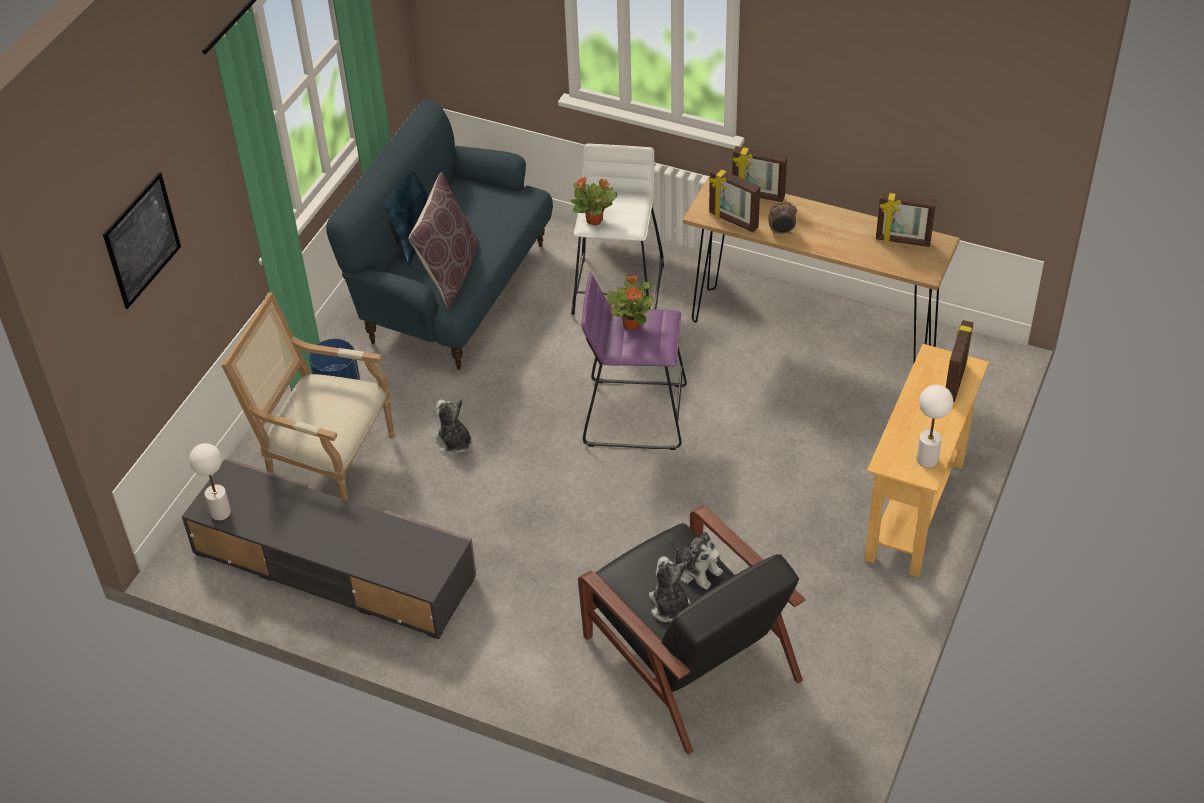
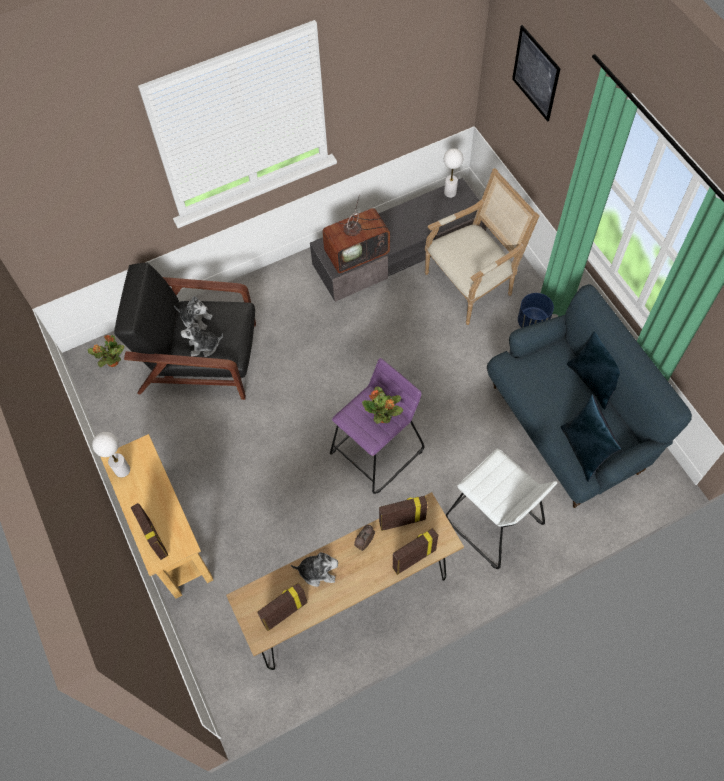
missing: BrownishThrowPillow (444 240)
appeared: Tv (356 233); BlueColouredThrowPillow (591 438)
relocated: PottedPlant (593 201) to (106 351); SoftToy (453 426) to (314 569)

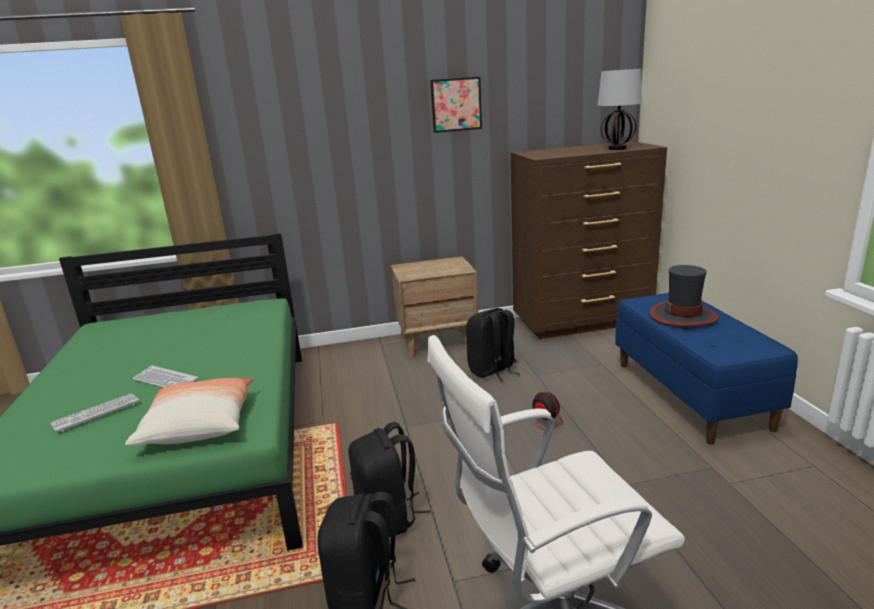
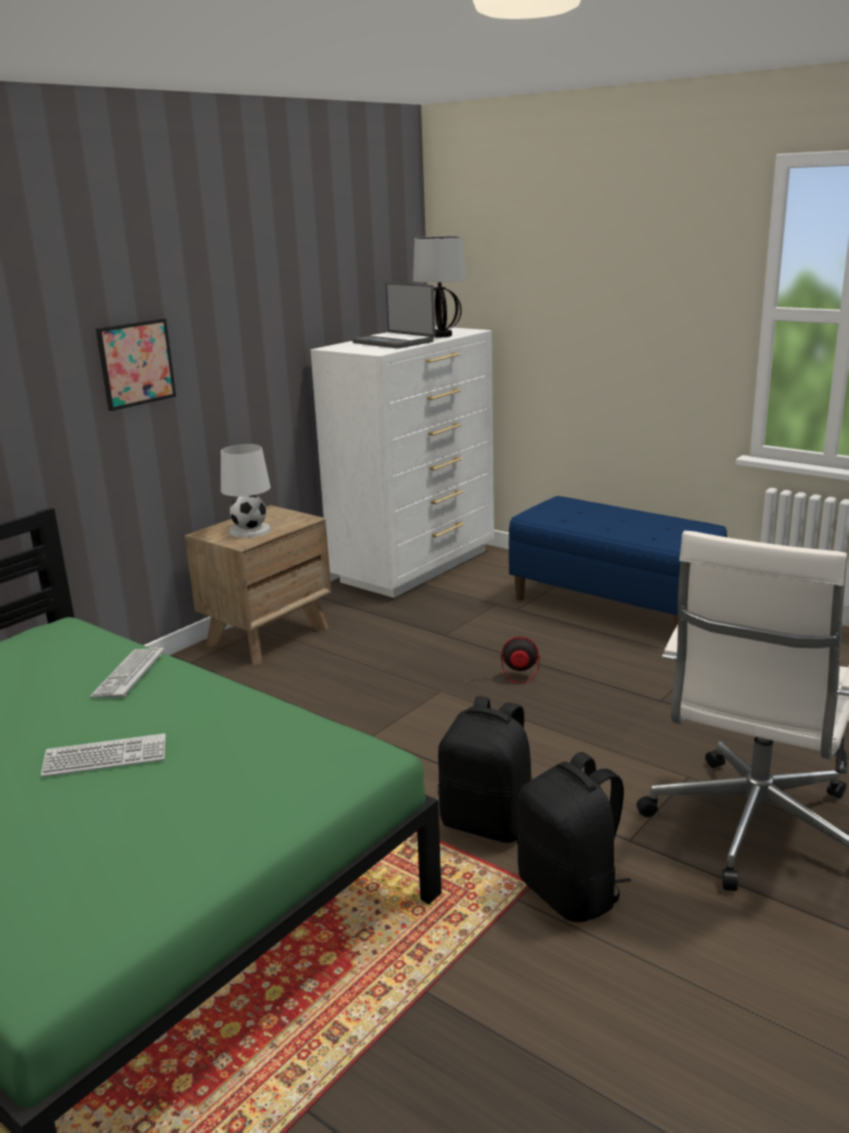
missing: ClothingHat (684 296); BlackColouredRucksack (492 345); ThrowPillow (189 411)
appeared: Laptop (394 315); WhitishTabletopLamp (246 491)
relocated: Picture (456 105) to (136 364); ComputerKeyboard (94 413) to (126 673)
colour: BrownishChestOfDrawers (589 240) to WhitishChestOfDrawers (402 462)

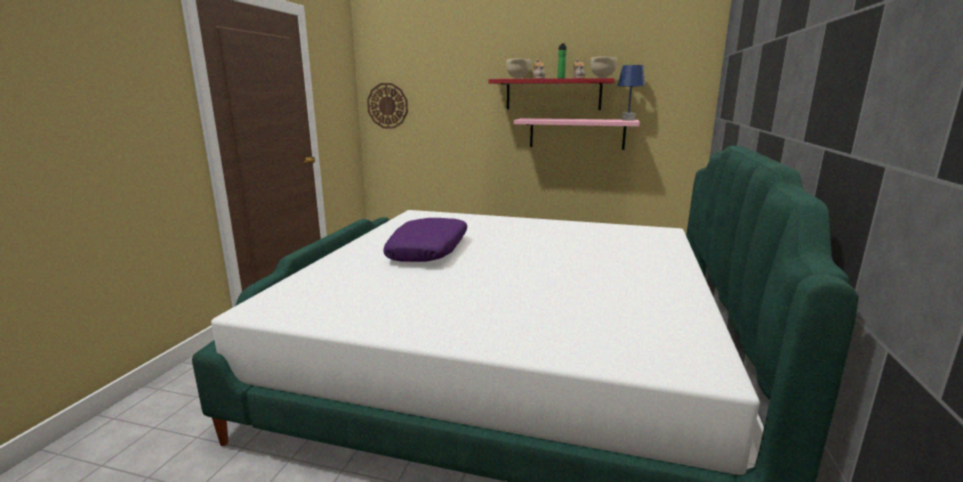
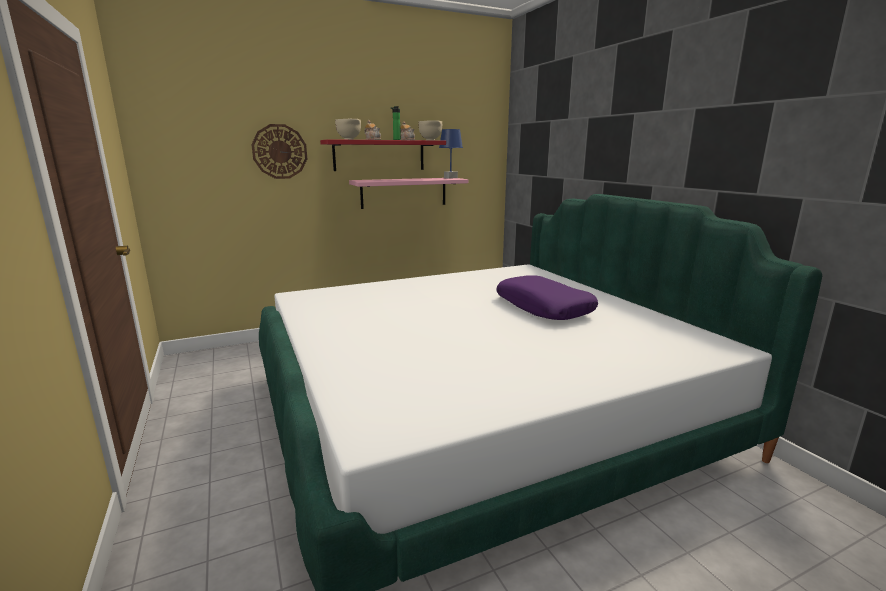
relocated: HangingClock (387 106) to (279 151); PurpleThrowPillow (425 240) to (547 297)

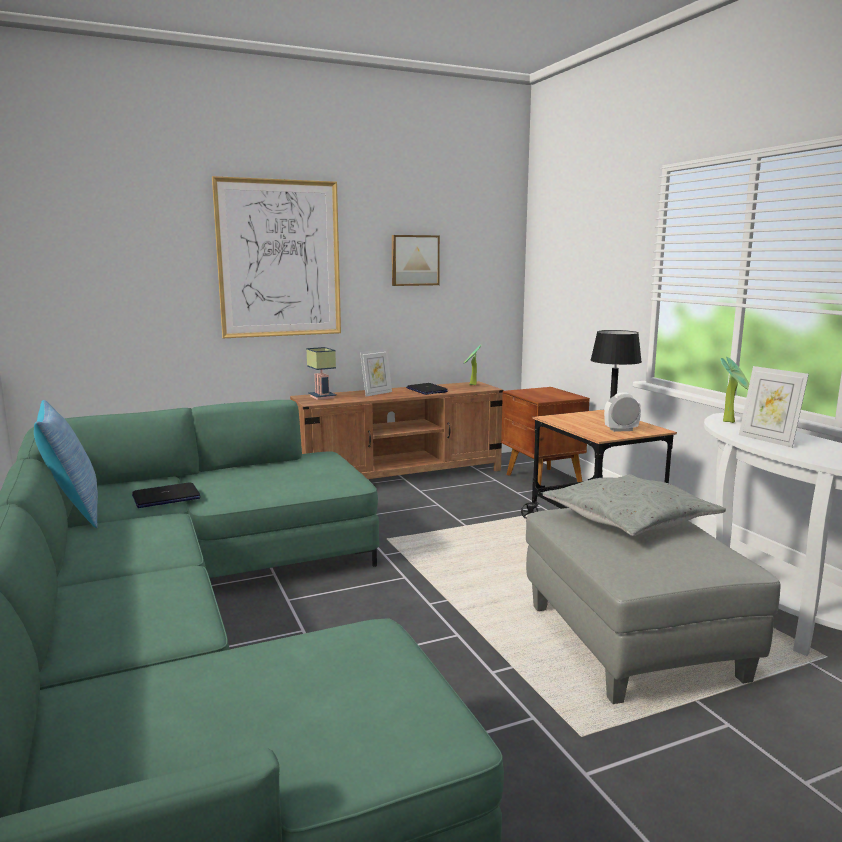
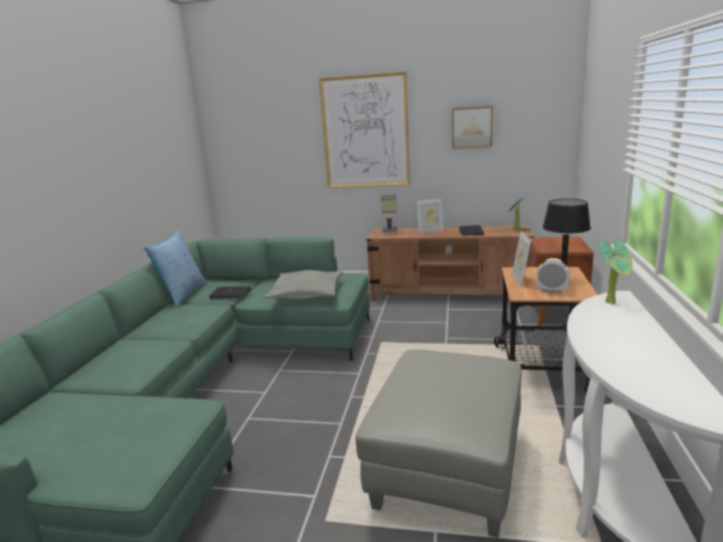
relocated: PictureFrame (774 407) to (521 259); GreyThrowPillow (634 505) to (303 284)

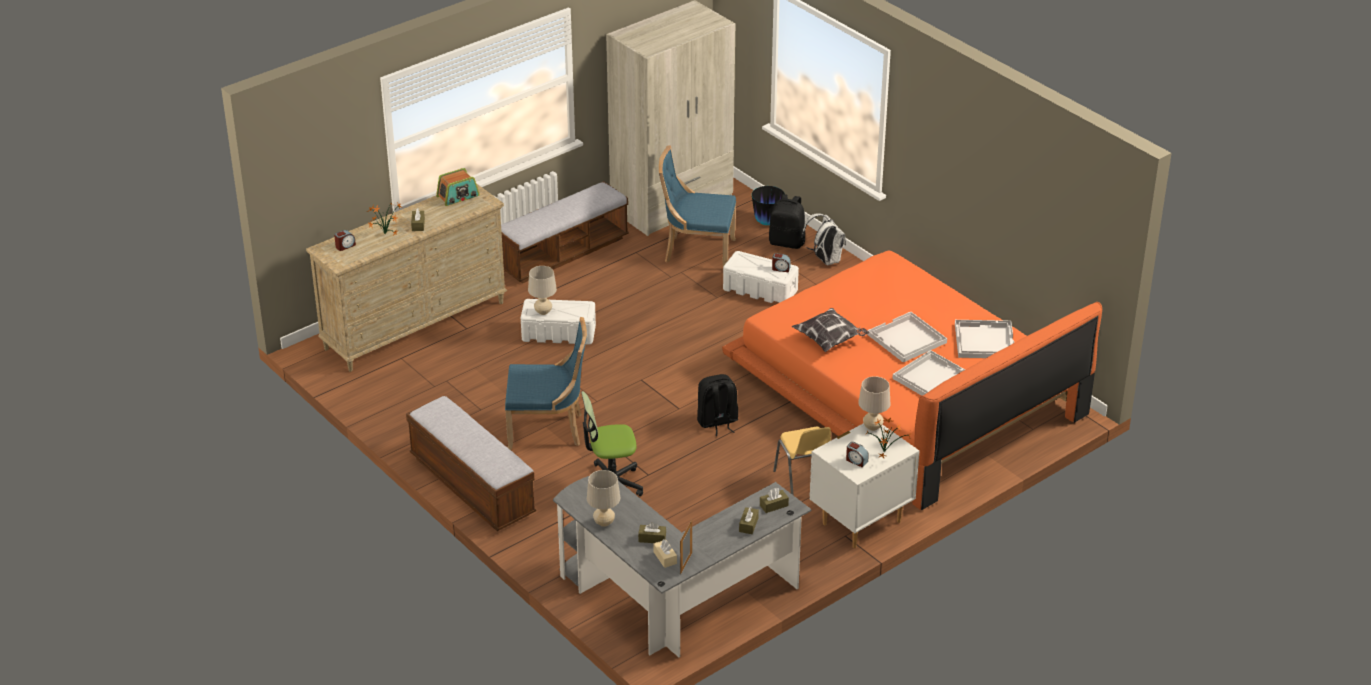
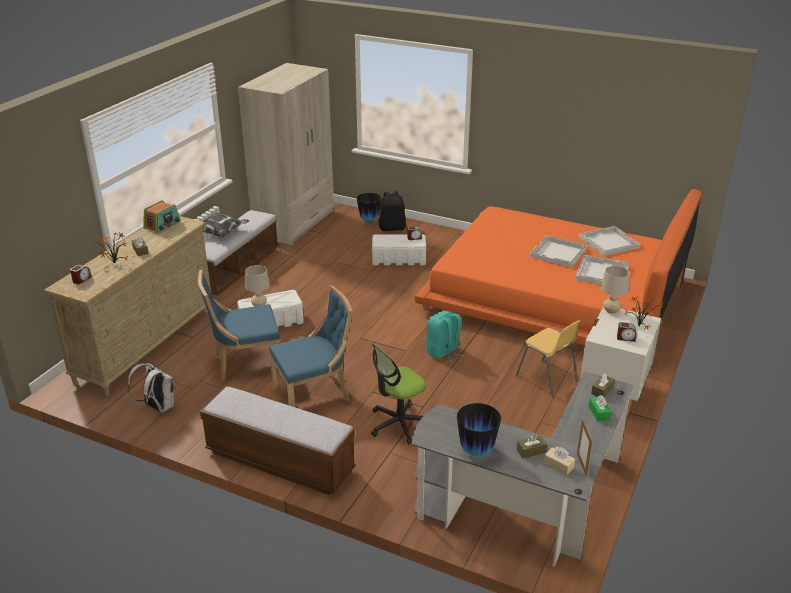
relocated: BlueColouredUprightChair (697 206) to (240 326); WhitishRucksack (824 239) to (152 388); ThrowPillow (830 330) to (226 225)
exchanged: SandColouredTabletopLamp (603 498) to DecorativeVase (479 429)
colour: BlackColouredRucksack (717 405) to TurquoiseRucksack (444 337); BrownishTissueBox (749 520) to GreenColouredTissueBox (599 408)

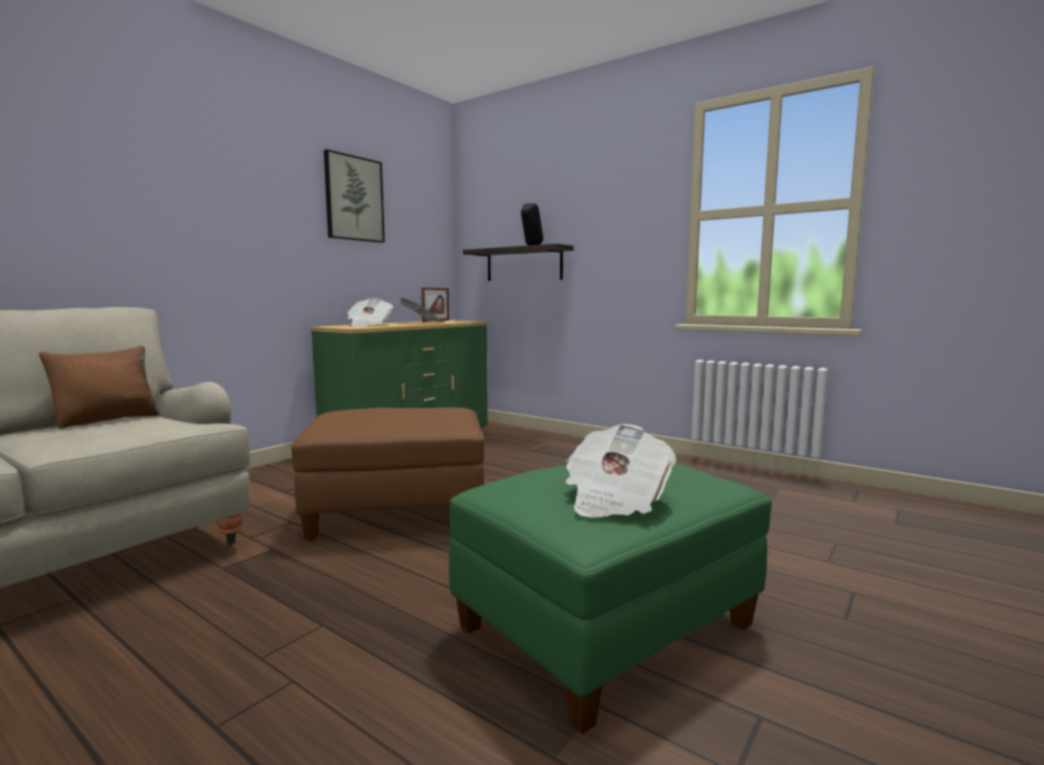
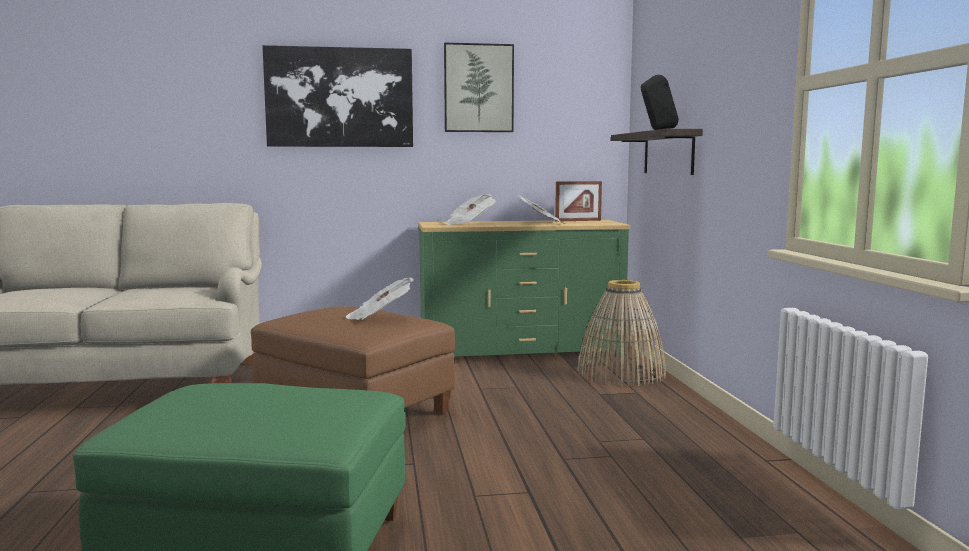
missing: BrownishThrowPillow (99 387)
appeared: Picture (337 96); HouseholdBasket (622 333)
relocated: Newspaper (621 471) to (380 299)

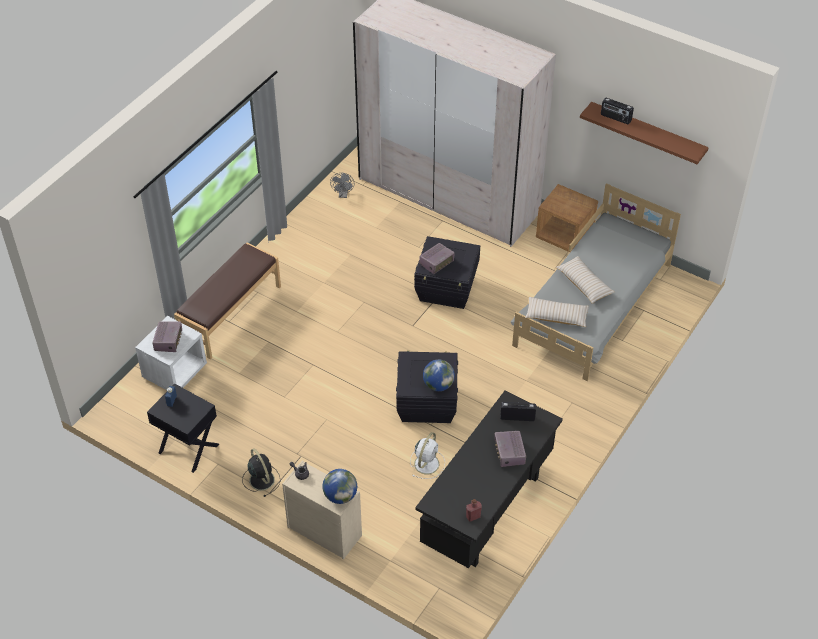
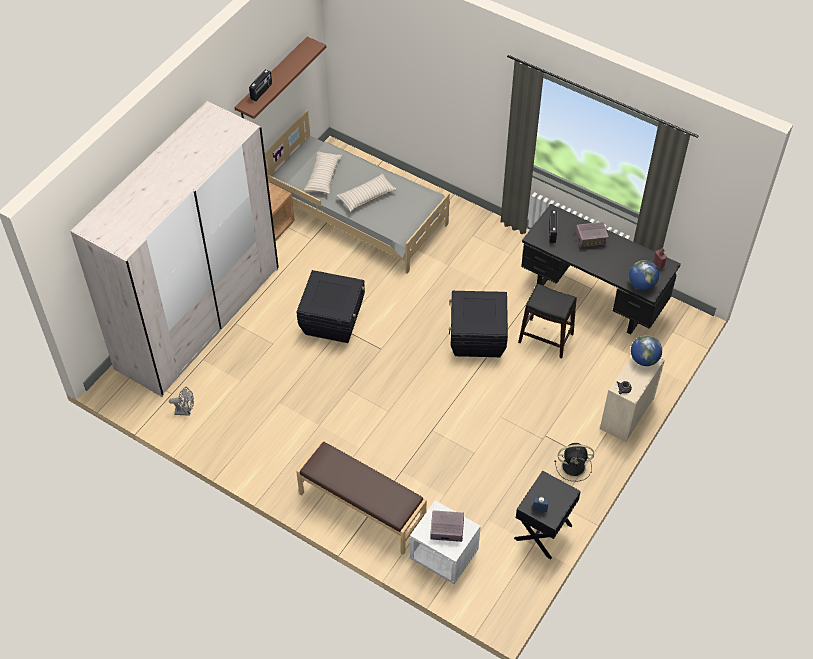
missing: RadioSet (437 259)
relocated: SandColouredThrowPillow (557 312) to (323 172); Globe (439 375) to (644 275)
exchanged: WhitishFan (427 455) to BlackColouredStool (547 321)
spun: BlackColouredFan (261 472) = (574 462) 150 degrees counterclockwise

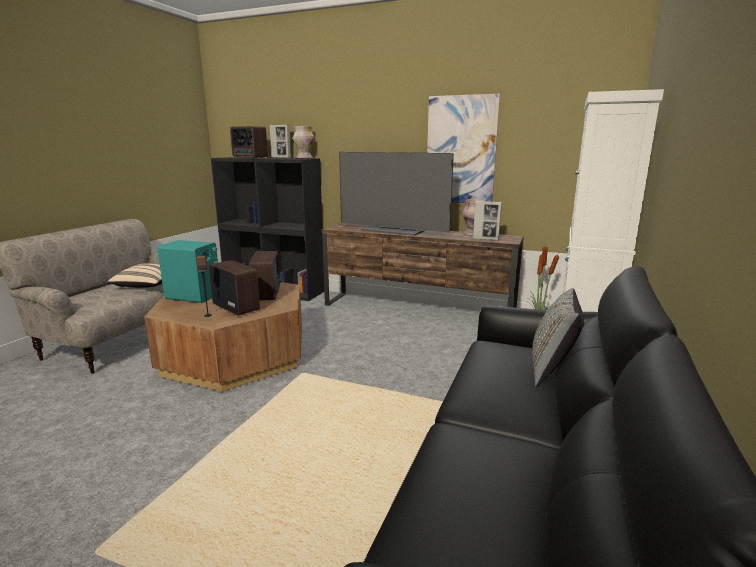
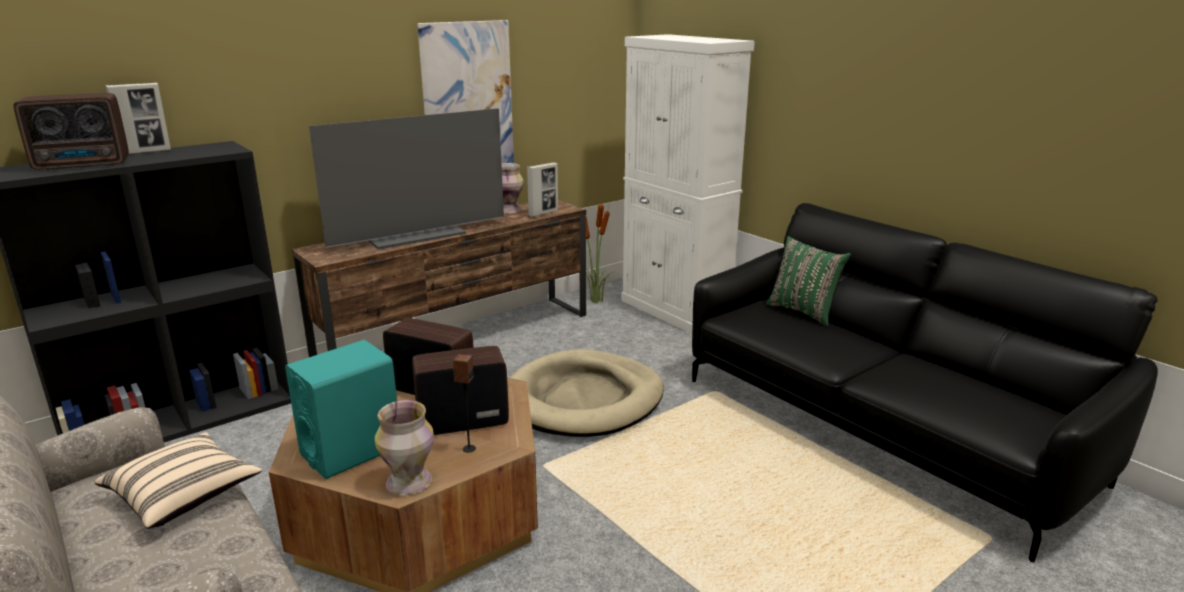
appeared: SandColouredDogCushion (587 393)
relocated: DecorativeVase (303 142) to (404 447)
colour: GreyThrowPillow (558 337) to GreenColouredThrowPillow (808 281)

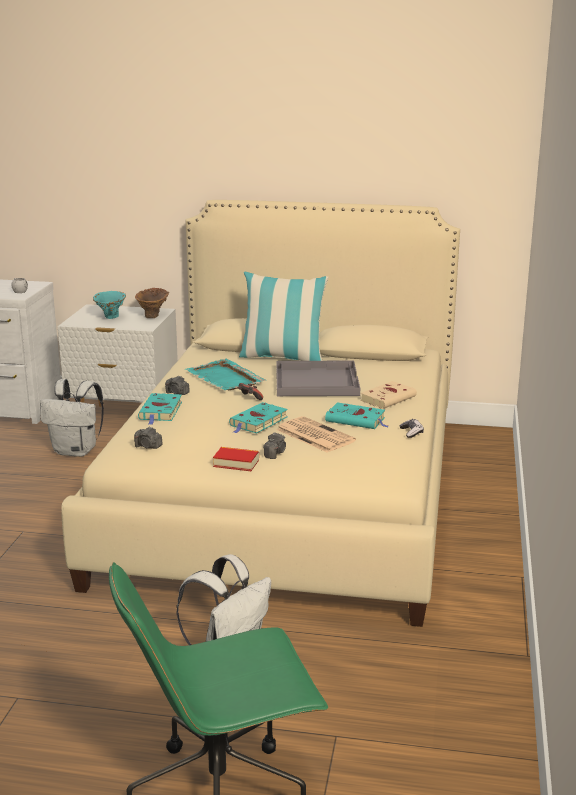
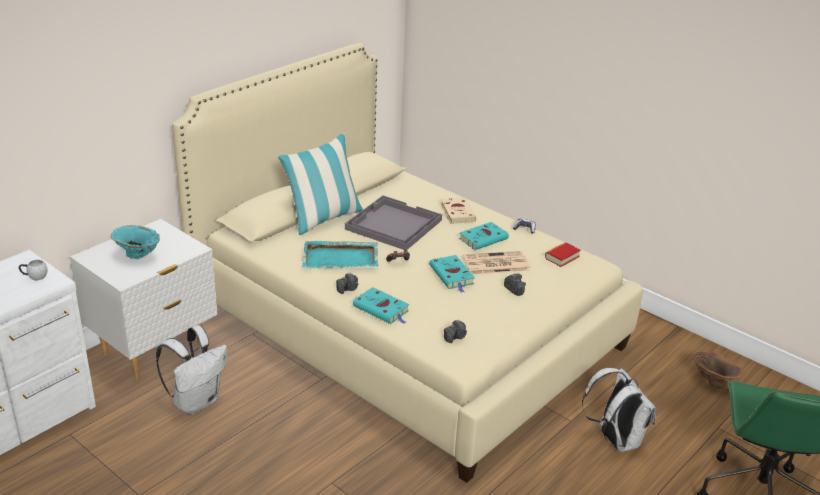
relocated: BrownishDecorativeVase (152 303) to (718 370); Book (236 459) to (563 254)

